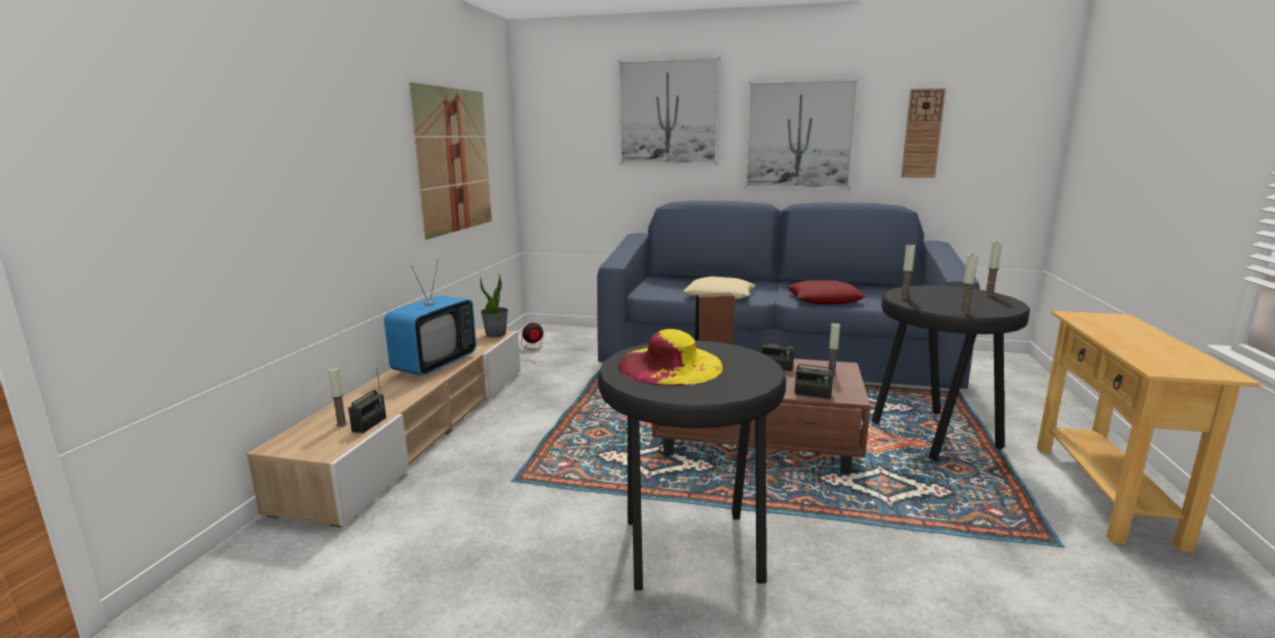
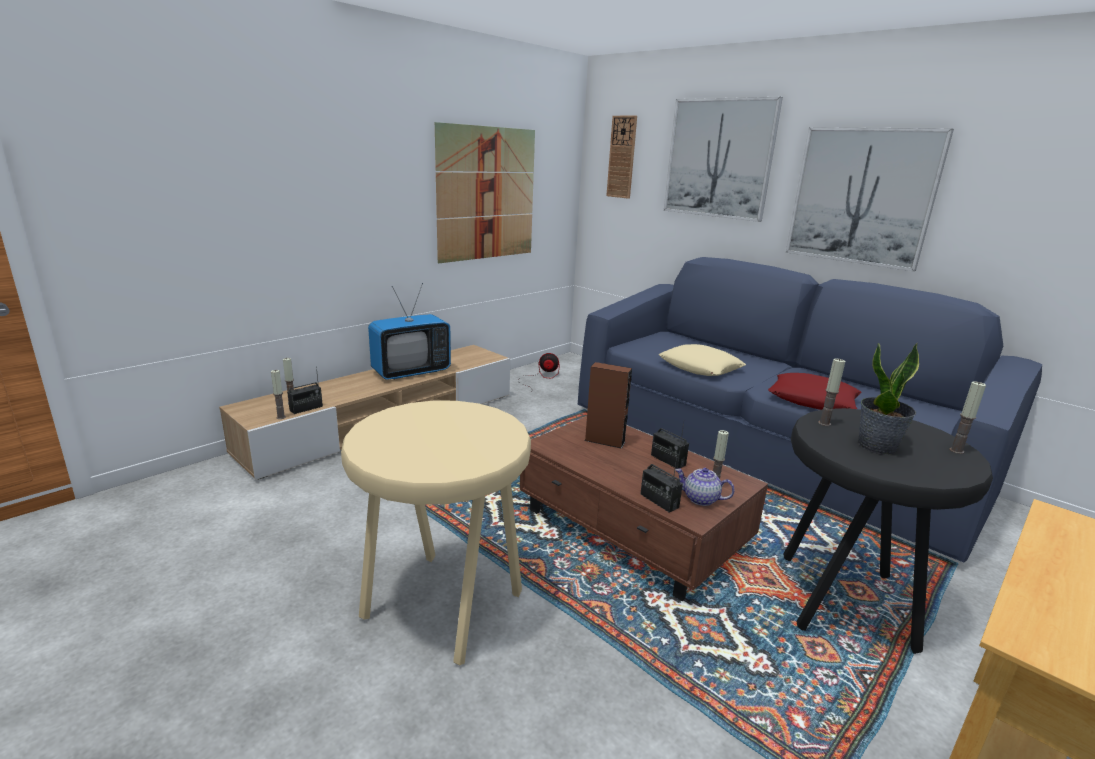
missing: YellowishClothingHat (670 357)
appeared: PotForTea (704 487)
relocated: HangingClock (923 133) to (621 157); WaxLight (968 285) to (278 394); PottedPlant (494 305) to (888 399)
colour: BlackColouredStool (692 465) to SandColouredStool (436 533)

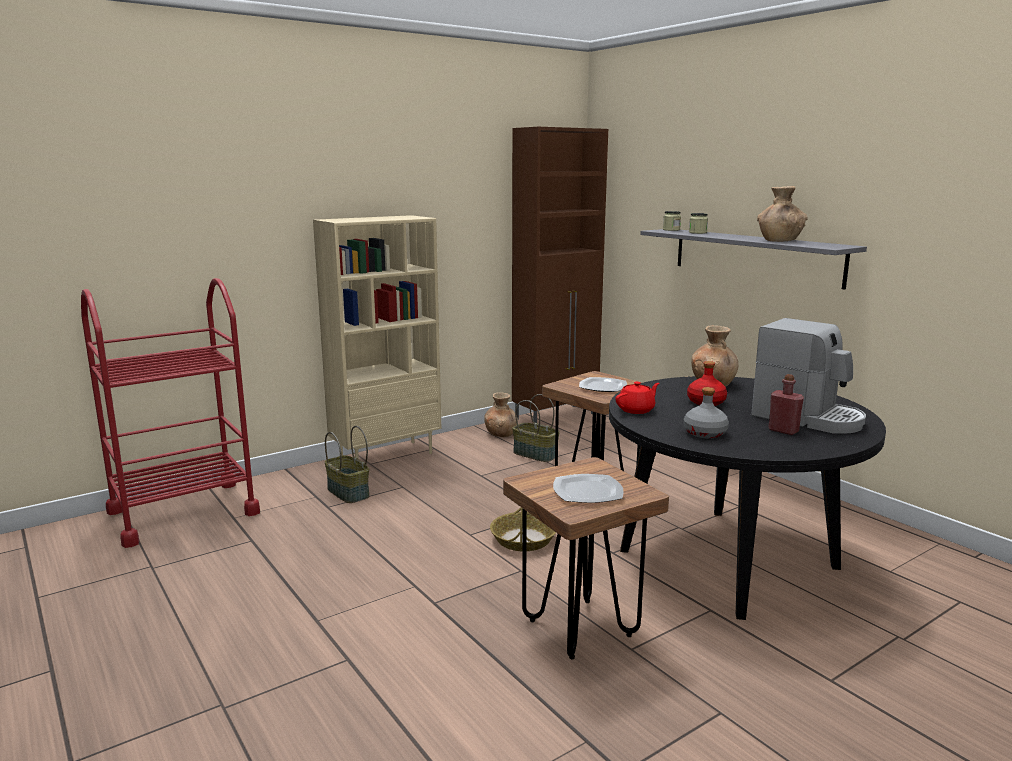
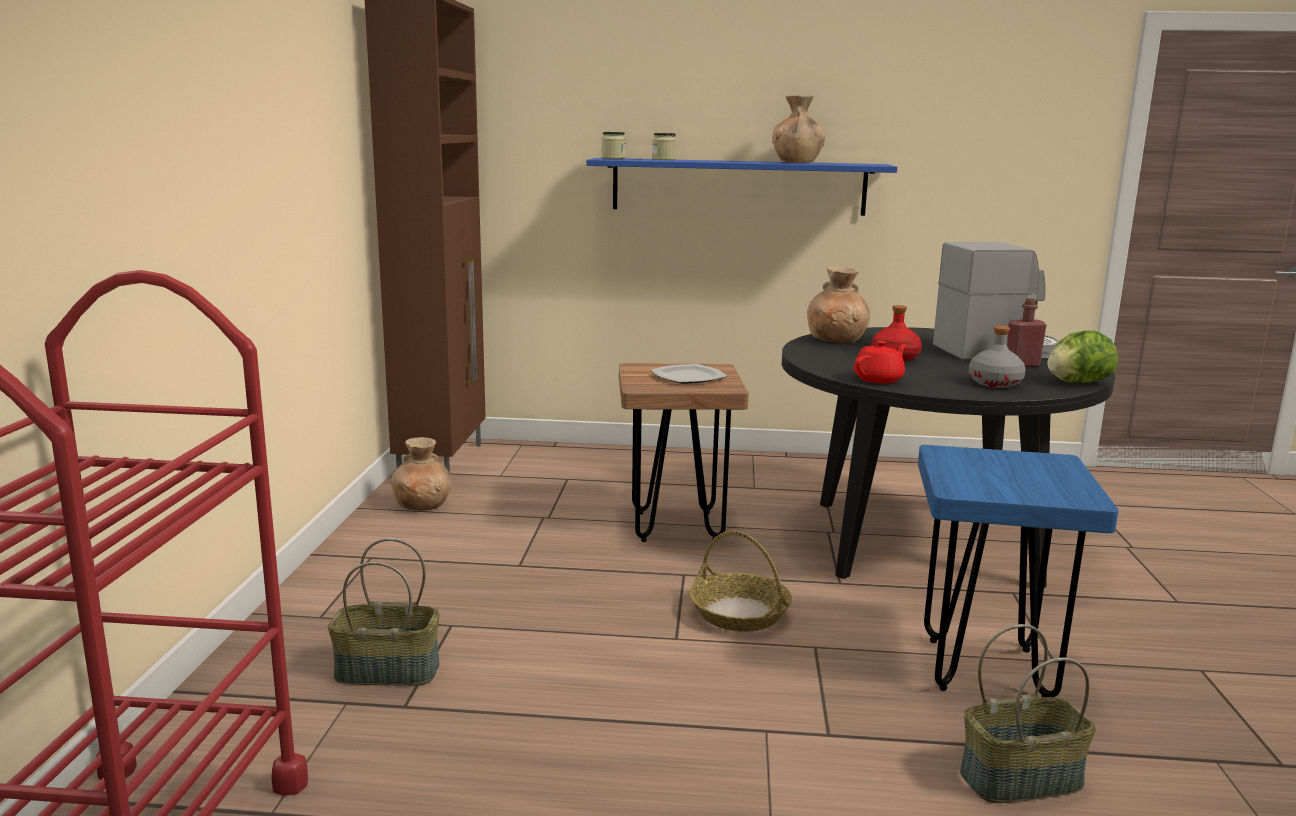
missing: SandColouredShelvingUnit (377 337); FlatDish (588 488)
appeared: LettuceHead (1082 356)
relocated: HouseholdBasket (536 428) to (1028 713)
colour: GreyWallShelf (753 259) to BlueColouredWallShelf (741 187); BrownishStool (586 558) to BlueColouredStool (1018 571)
spun: RedPotForTea (637 398) = (880 362) 45 degrees clockwise

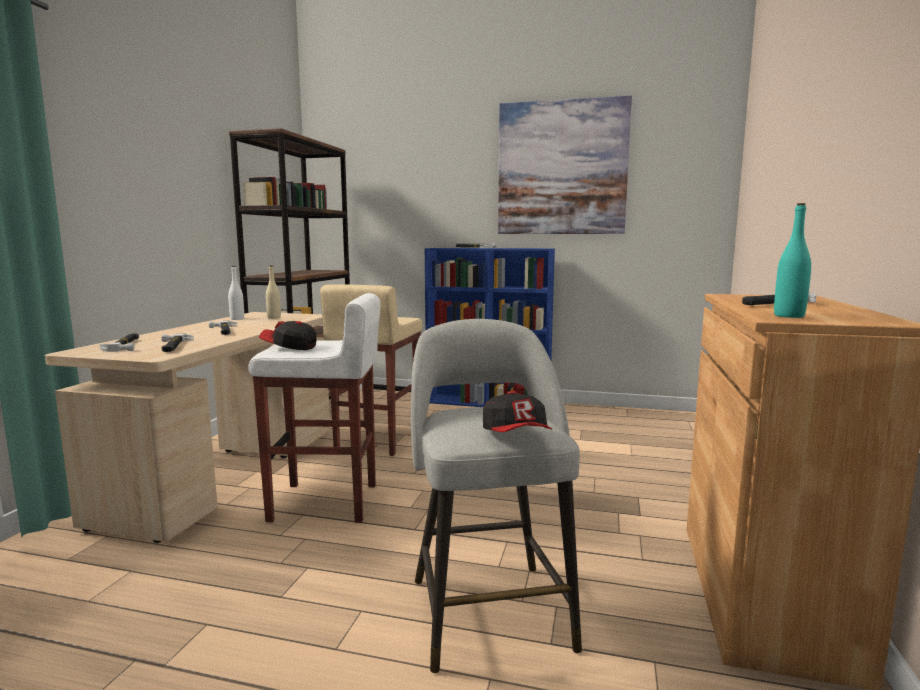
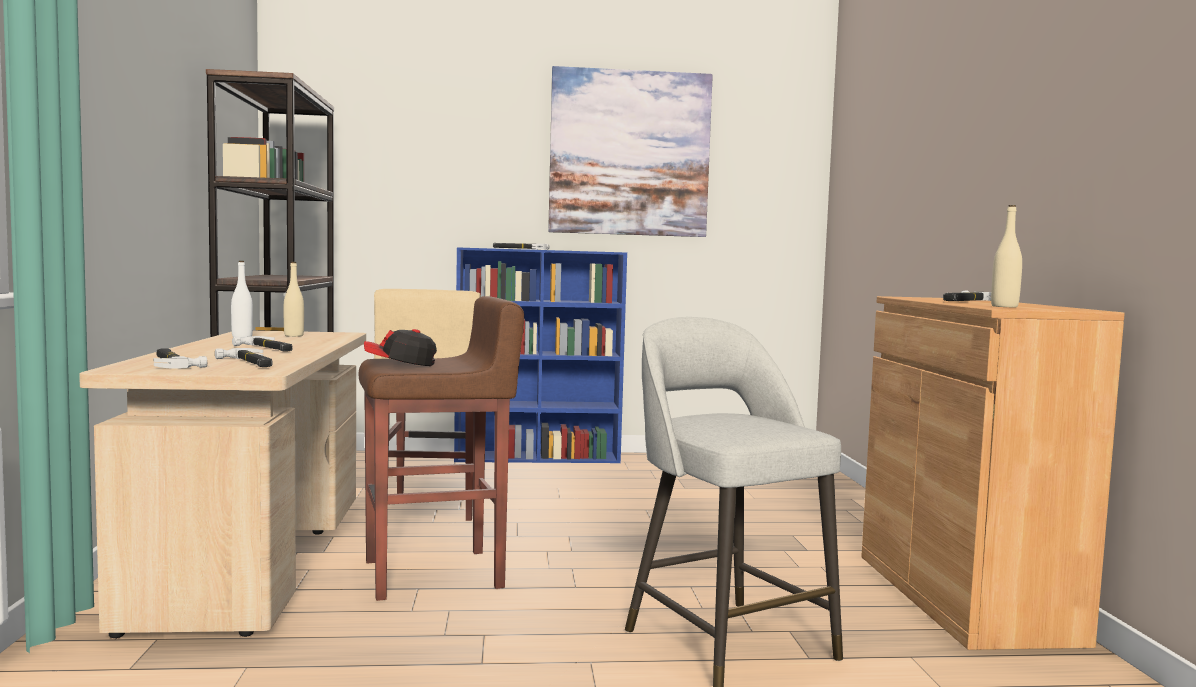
missing: Cap (517 411)
colour: TurquoiseDrinkBottle (792 260) to SandColouredDrinkBottle (1006 256); WhitishStool (314 408) to BrownishStool (441 448)

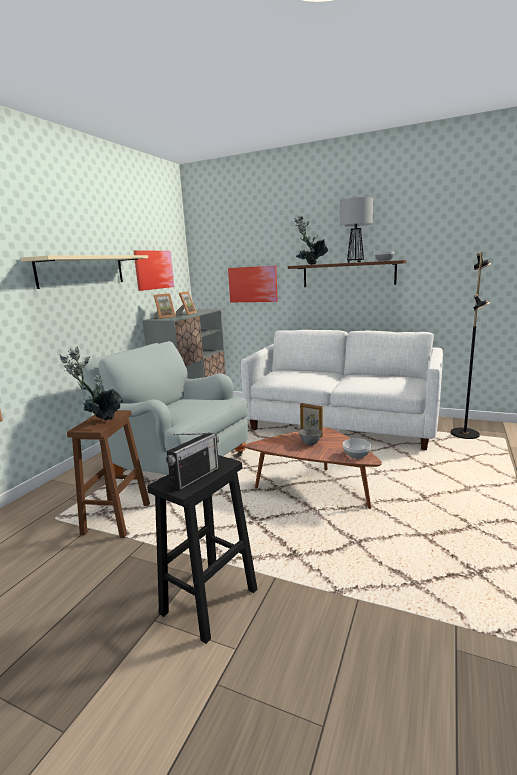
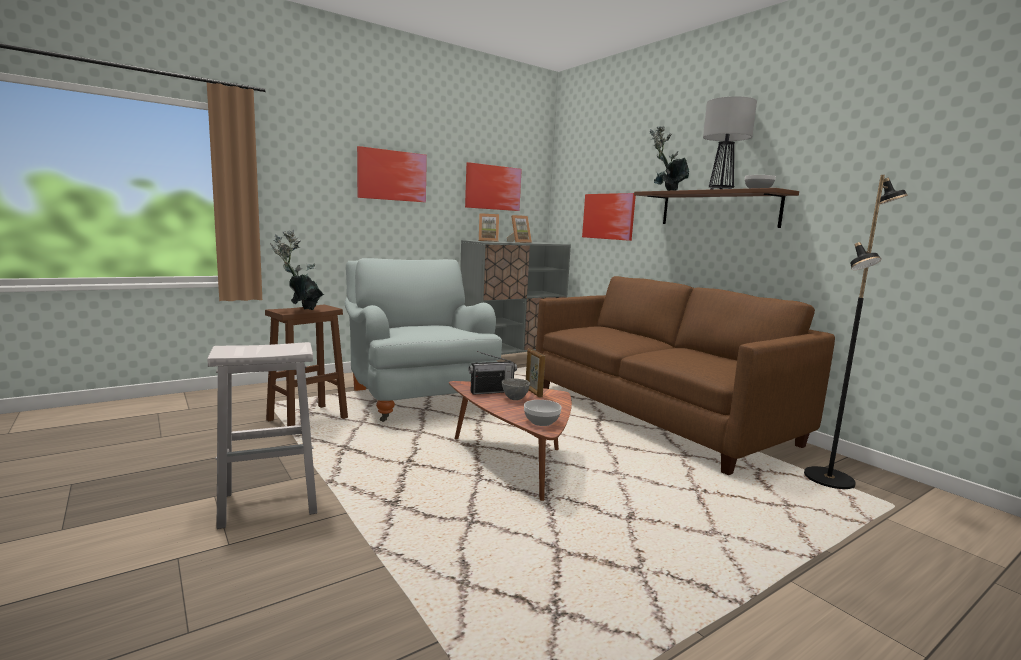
relocated: RadioSet (192 461) to (492 373)
exchanged: SandColouredWallShelf (84 272) to Picture (392 174)
colour: WhitishSofa (342 390) to BrownishSofa (685 375); BlackColouredStool (202 549) to WhitishStool (262 435)

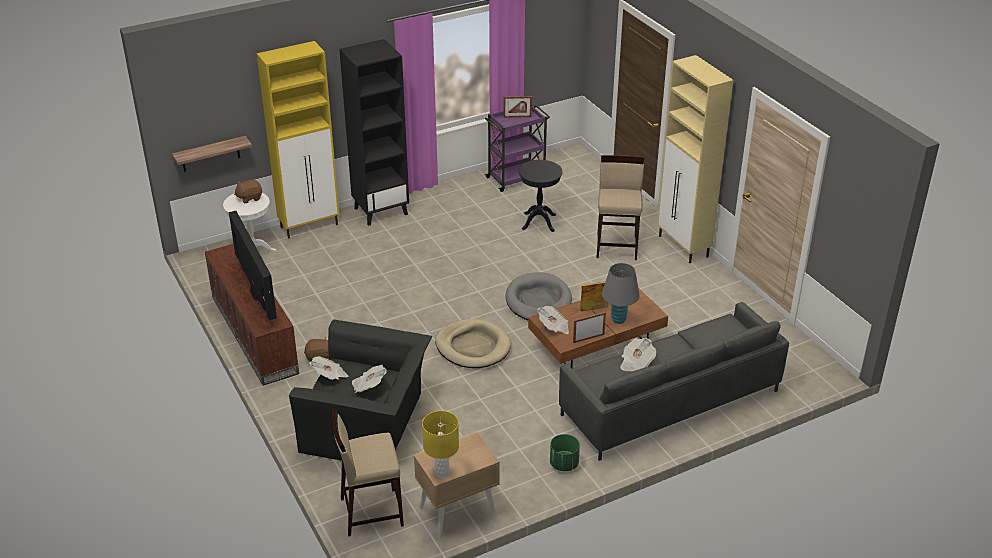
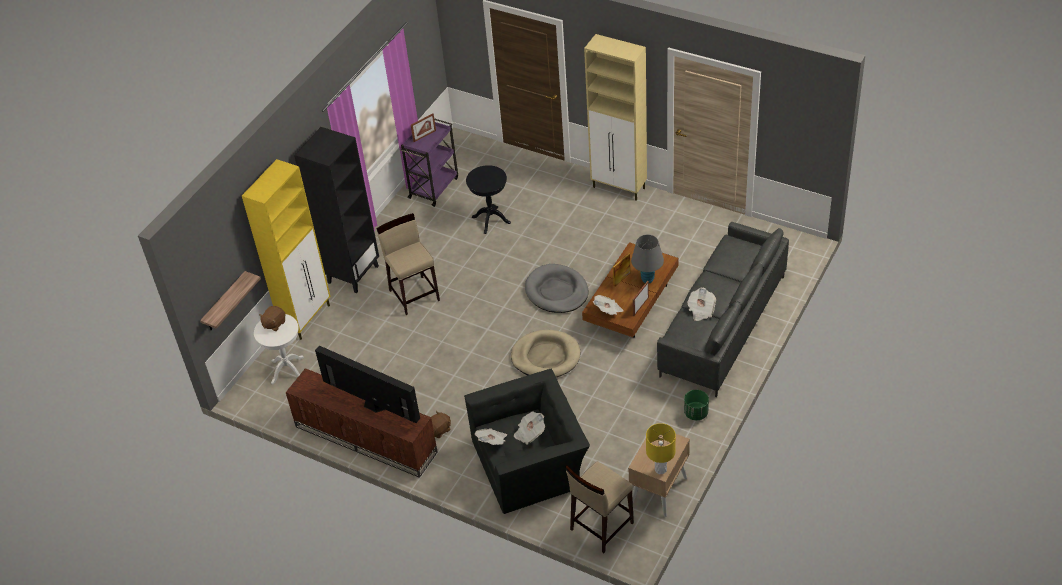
relocated: SandColouredStool (620 207) to (408 264)

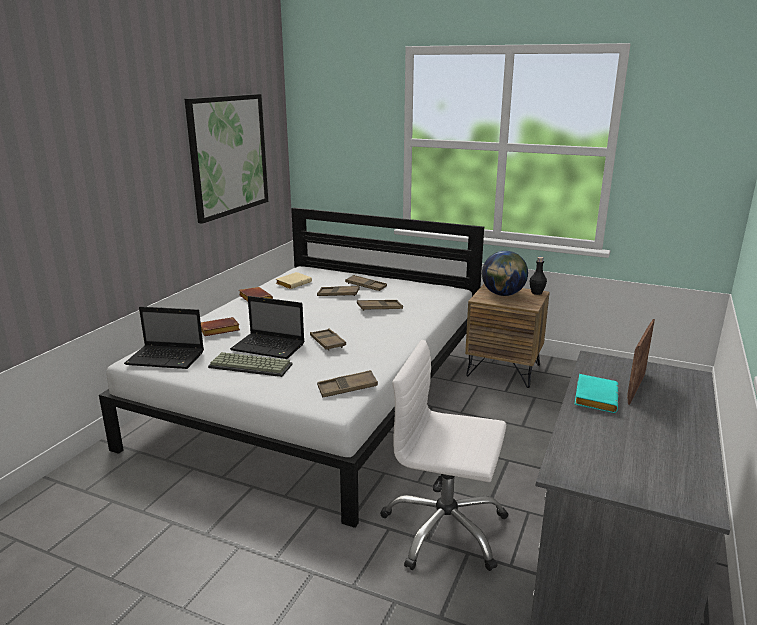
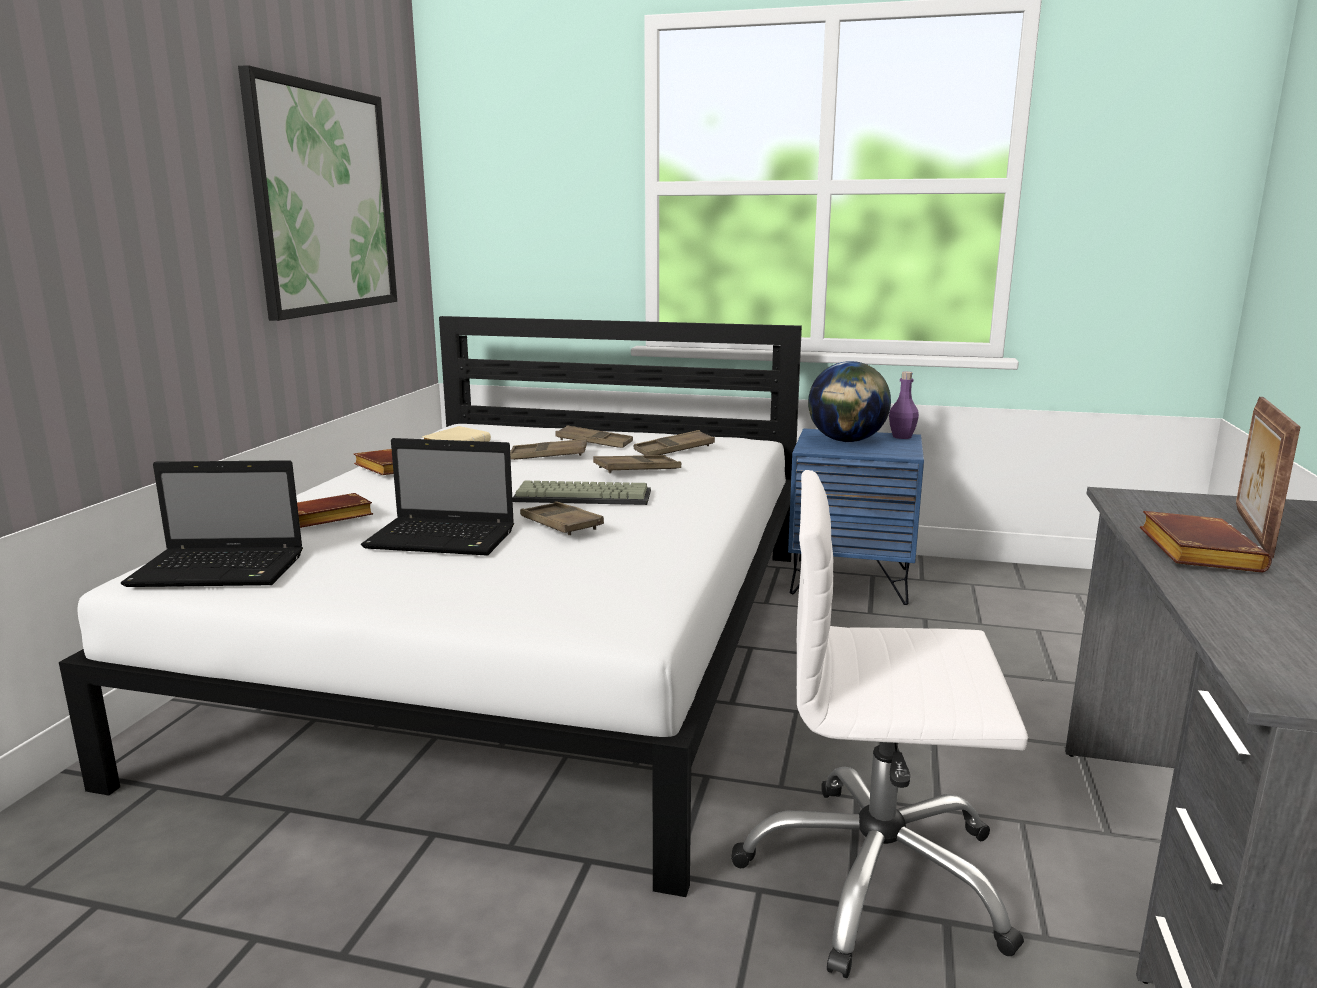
relocated: ComputerKeyboard (250 364) to (581 493); BrownishServingTray (347 383) to (674 442)
colour: BlackColouredDrinkBottle (538 276) to PurpleDrinkBottle (904 405); BrownishNightstand (507 336) to BlueColouredNightstand (856 517); TurquoiseBook (597 393) to BrownishBook (1206 542)

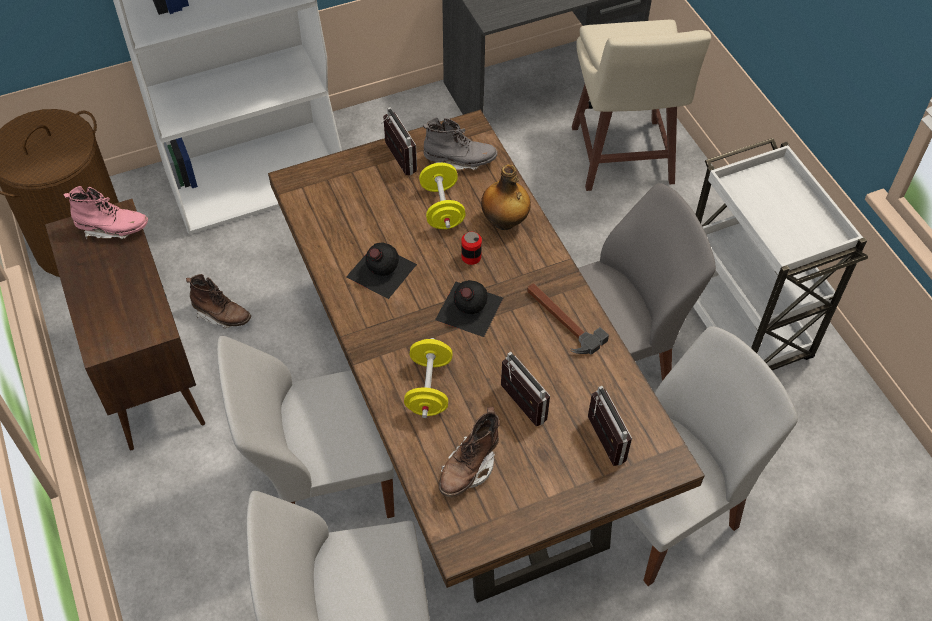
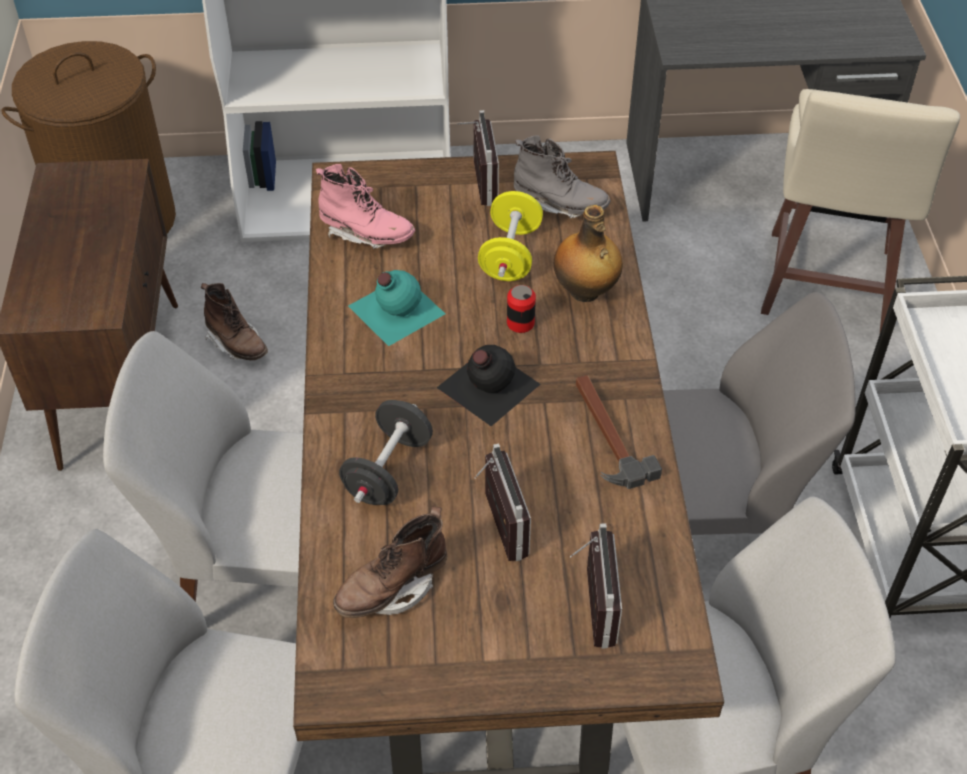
relocated: PinkColouredBoot (105 212) to (365 206)
colour: BlackColouredDrinkBottle (381 270) to TurquoiseDrinkBottle (396 308); YellowishFreeWeight (428 378) to BlackColouredFreeWeight (386 452)

